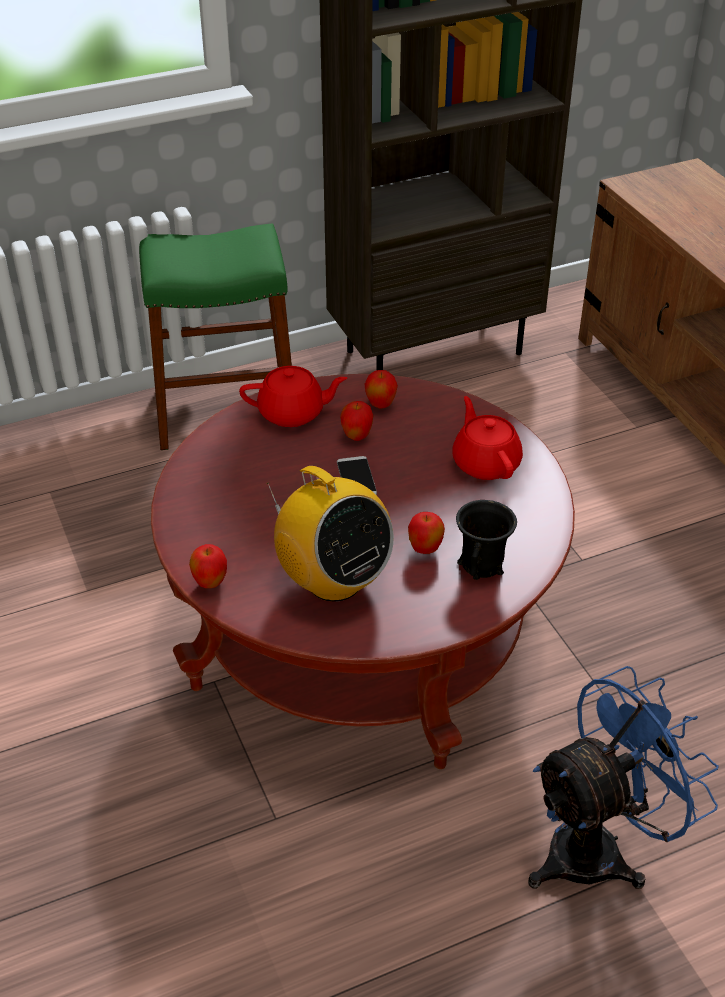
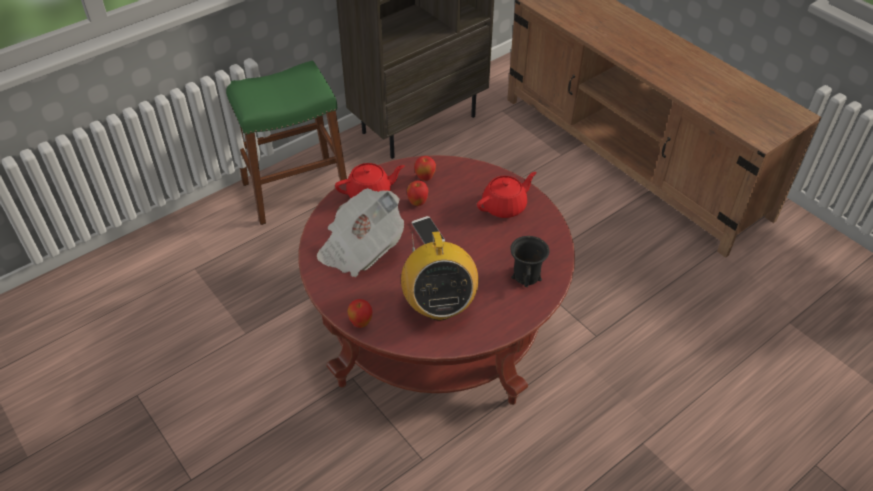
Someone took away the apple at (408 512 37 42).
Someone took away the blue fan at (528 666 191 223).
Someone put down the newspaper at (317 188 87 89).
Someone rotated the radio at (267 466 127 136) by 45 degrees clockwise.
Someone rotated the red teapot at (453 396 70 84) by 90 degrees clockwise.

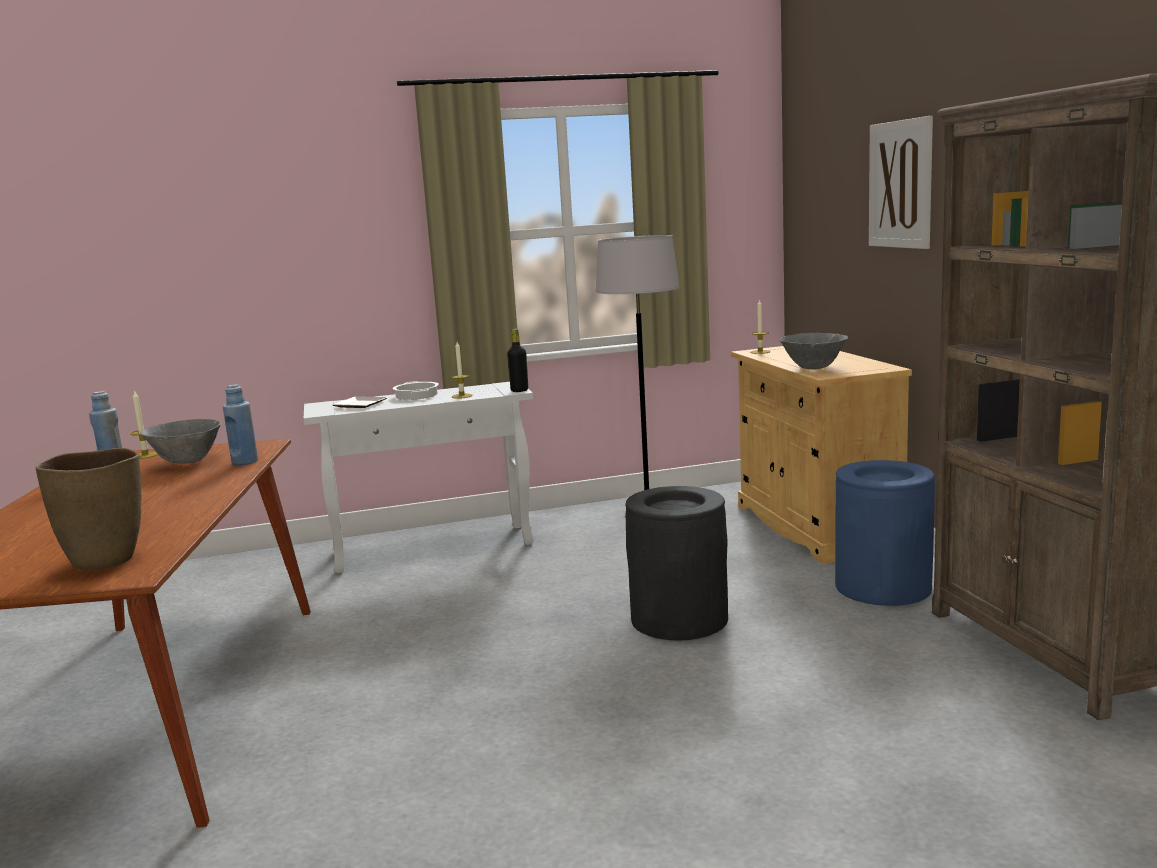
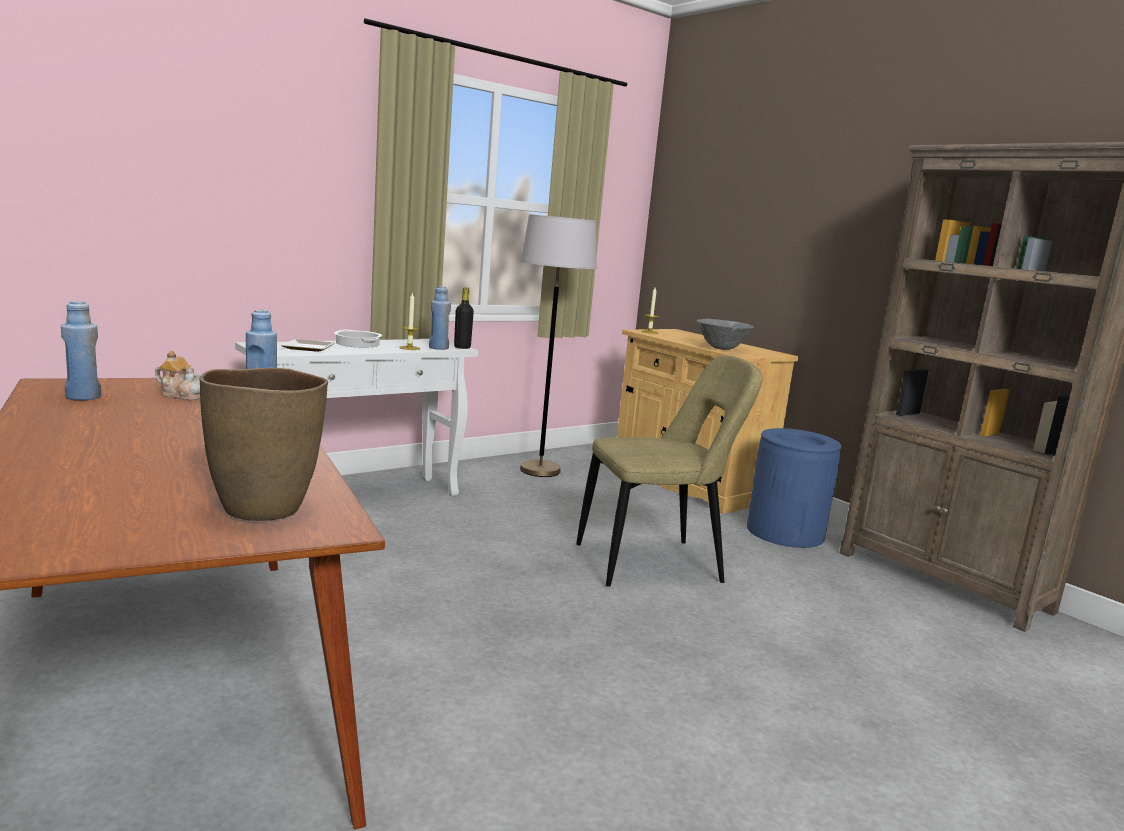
Someone took away the candle at (130 390 28 69).
Someone took away the picture at (869 116 64 133).
Someone put down the blue bottle at (429 286 22 64).
Someone swapped the grey bowl at (140 419 81 45) for the teapot at (155 350 47 50).
Someone swapped the black trash can at (625 486 103 154) for the beige chair at (576 355 187 232).

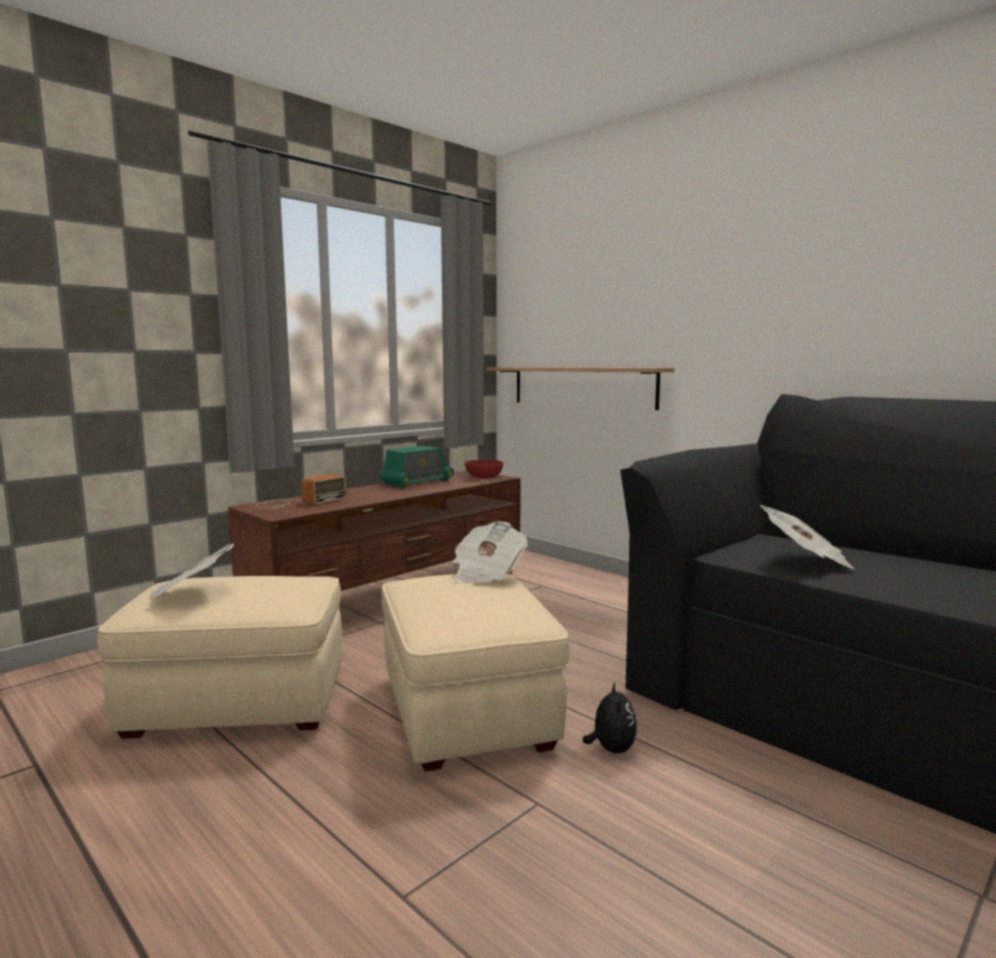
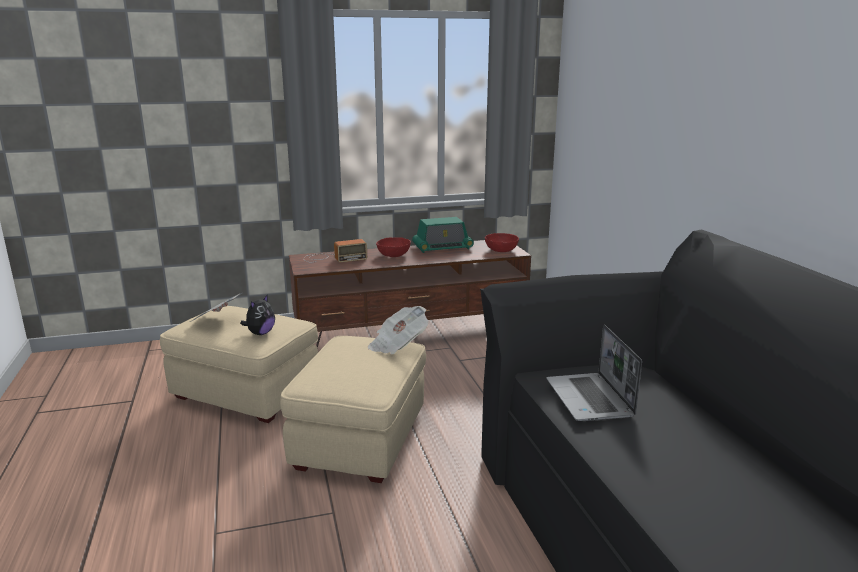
Someone took away the shelf at (486 367 188 43).
Someone put down the red bowl at (376 237 35 20).
Someone carried the plush toy from (583 682 54 71) to (240 294 35 41).
Someone swapped the newspaper at (760 505 94 64) for the laptop at (546 325 96 96).

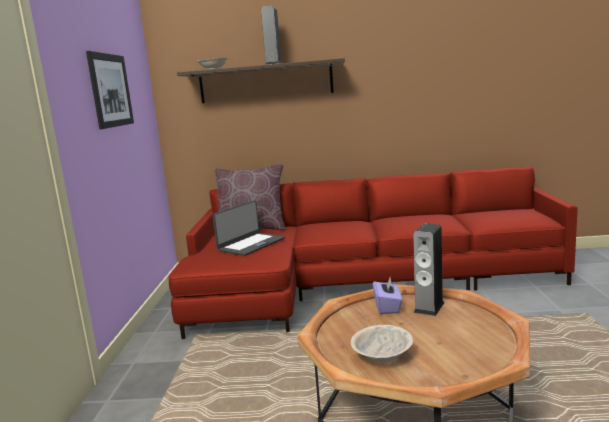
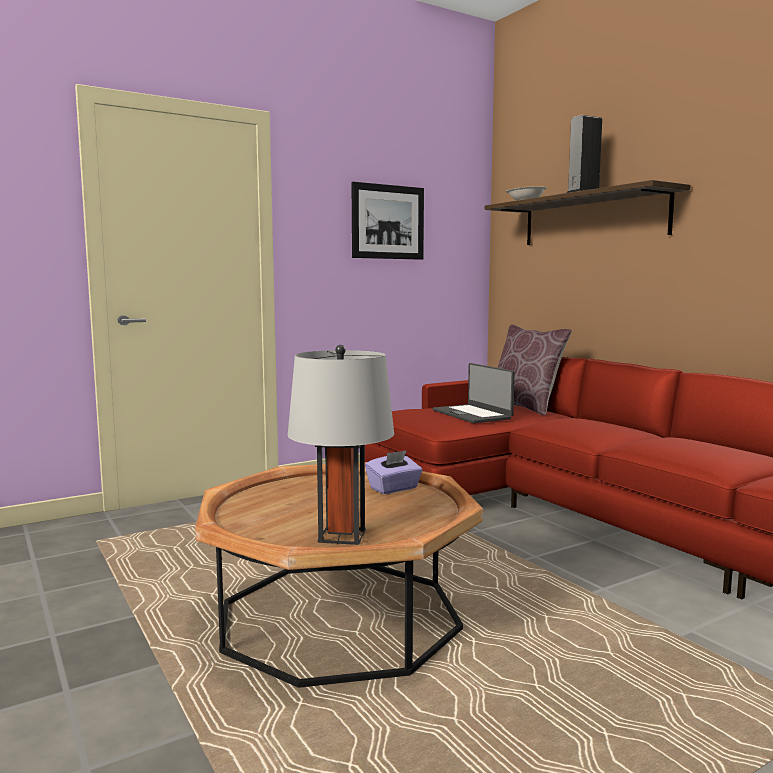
Someone took away the beige bowl at (351 325 62 38).
Someone took away the speaker at (413 223 31 93).
Someone put down the grey table lamp at (287 345 107 200).
Someone rotated the laptop at (213 200 72 56) by 60 degrees clockwise.

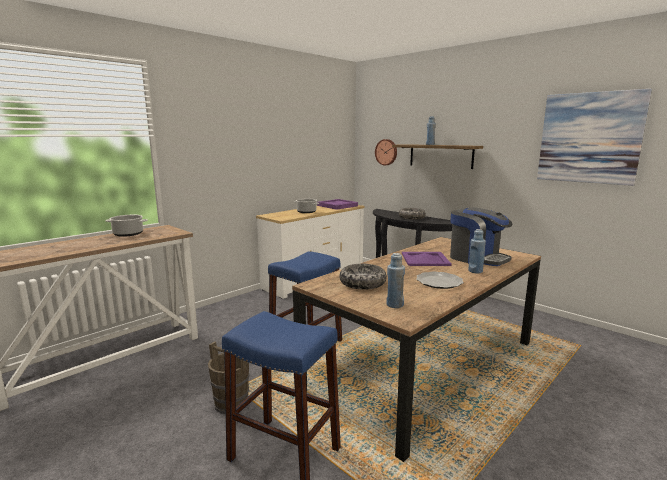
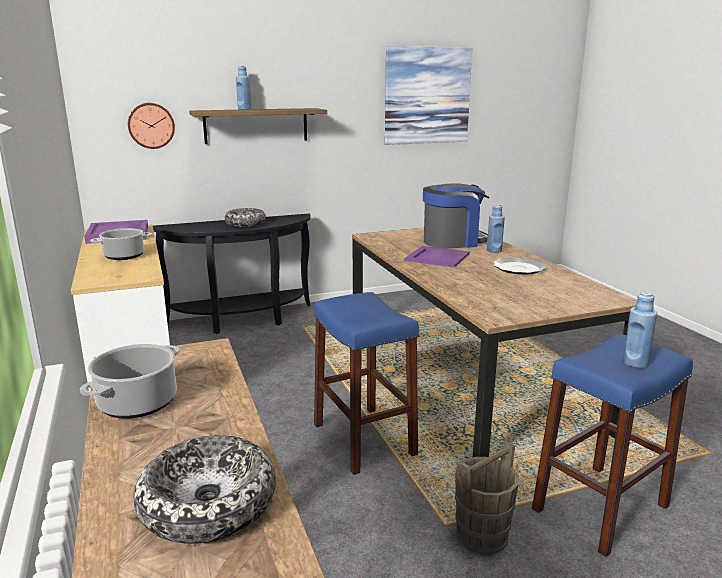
Someone carried the bowl from (339 264 48 26) to (134 435 142 109).
Someone carried the blue bottle from (386 253 19 55) to (623 292 34 76).

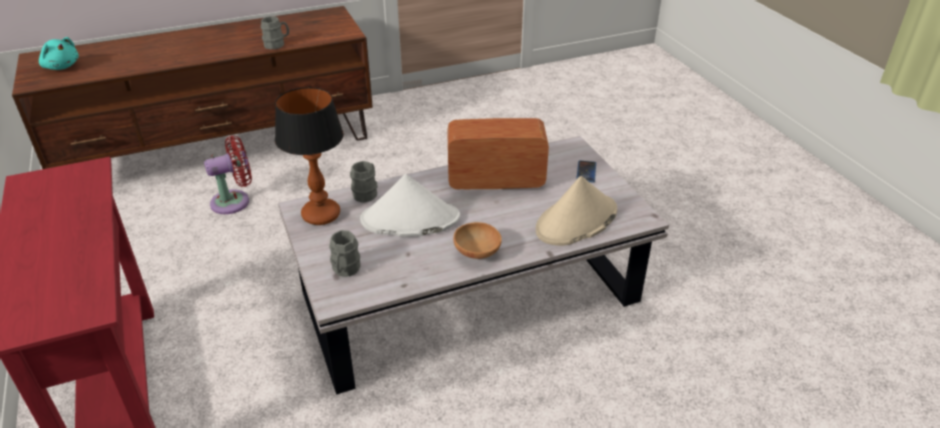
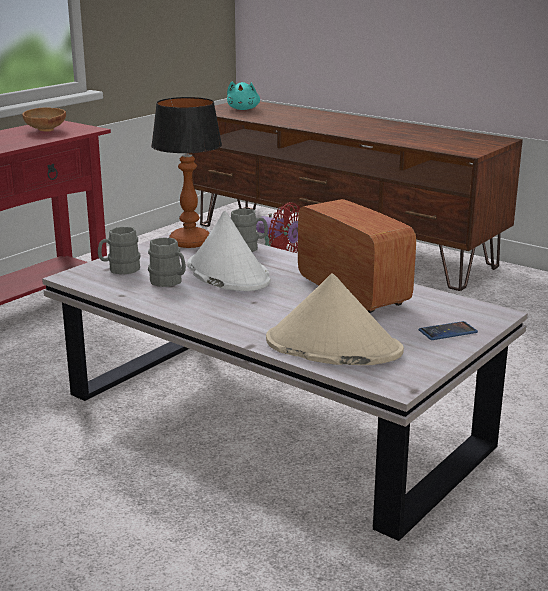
Someone carried the grey mug from (261 16 28 34) to (148 237 38 50).
Someone carried the brown bowl from (453 222 49 37) to (22 107 44 25).

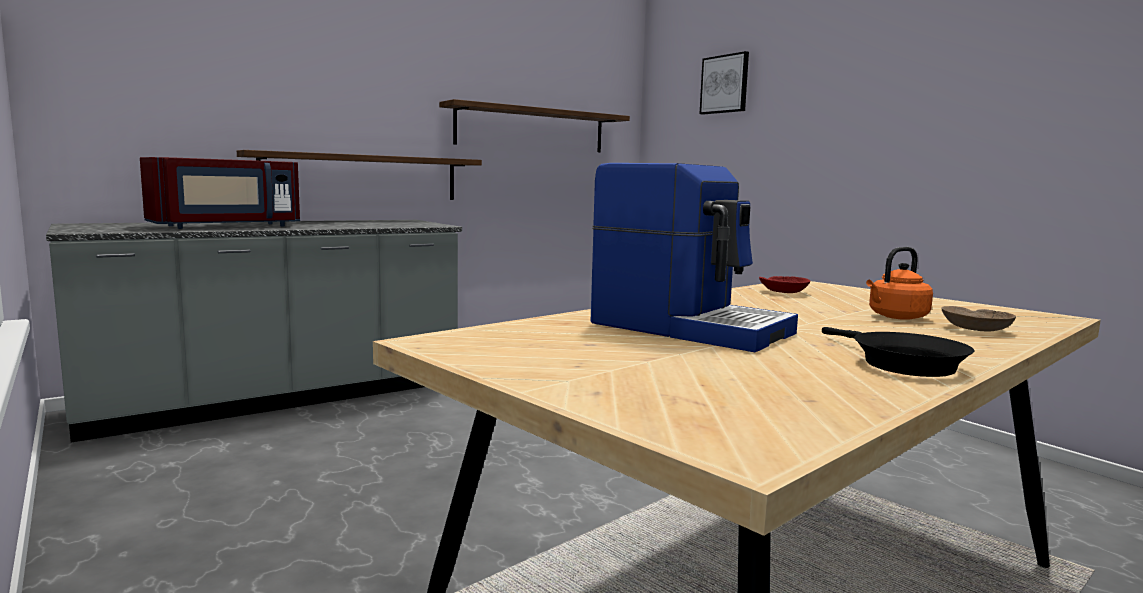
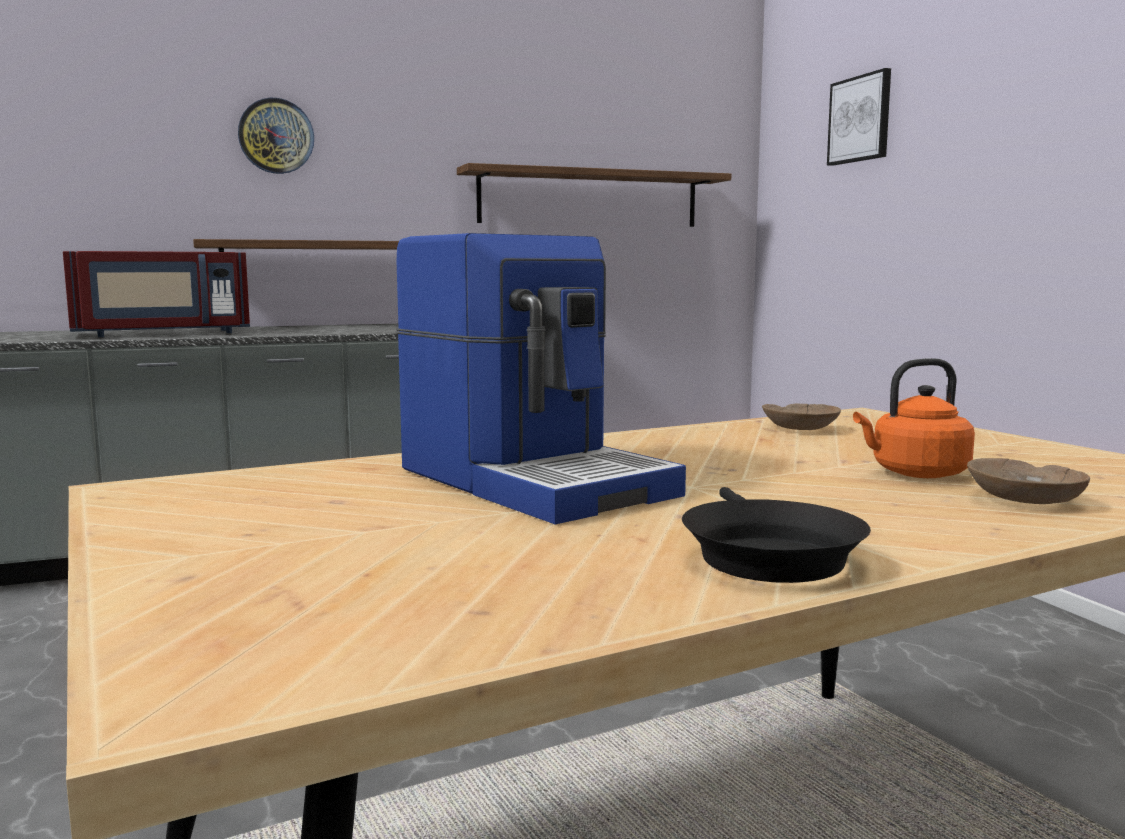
Someone put up the wall clock at (238 98 76 76).
Someone repainted the red bowl at (759 276 52 17), which became the beige bowl at (762 404 79 26).

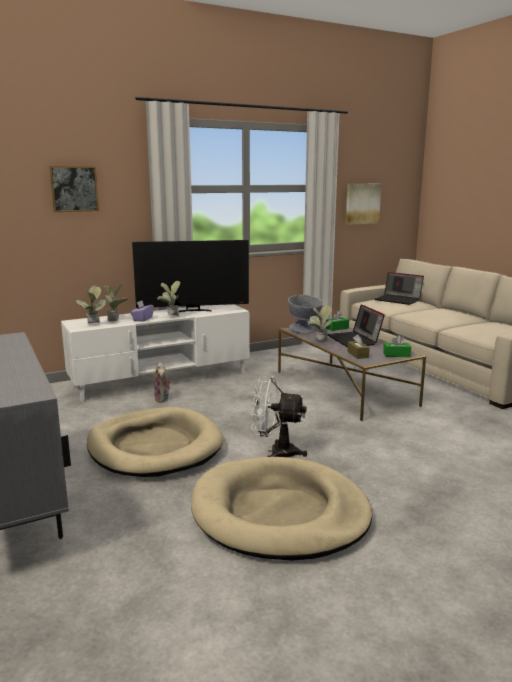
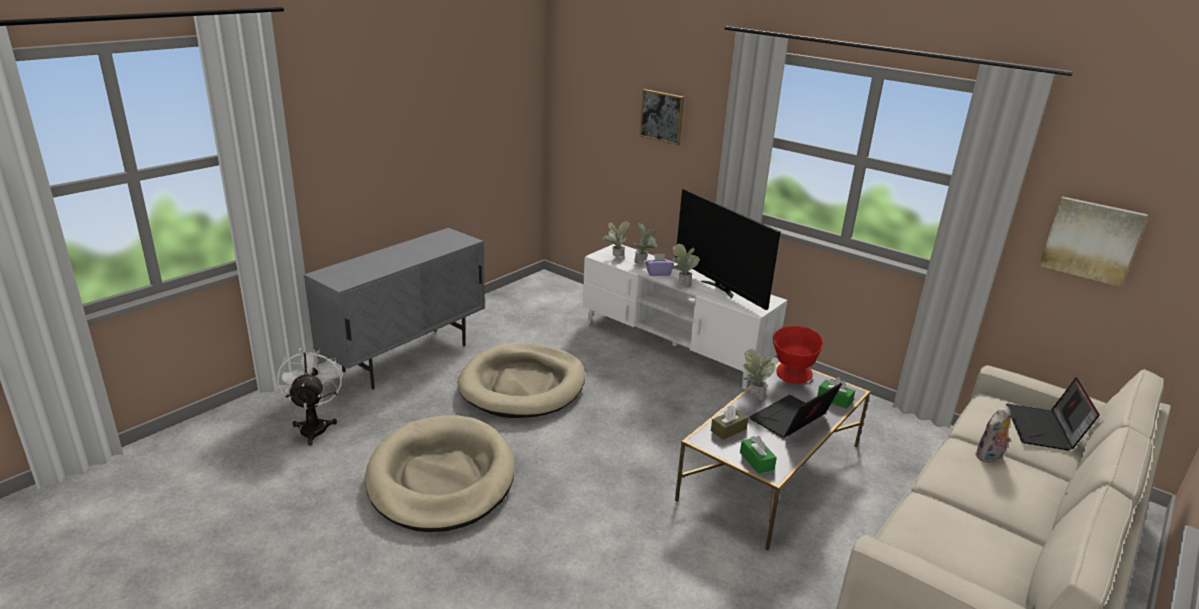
Someone carried the plush toy from (154 362 17 41) to (975 406 36 57).
Someone carried the white fan from (250 376 57 81) to (277 348 66 98).
Someone repainted the grey bowl at (288 295 35 38), which became the red bowl at (773 326 50 58).

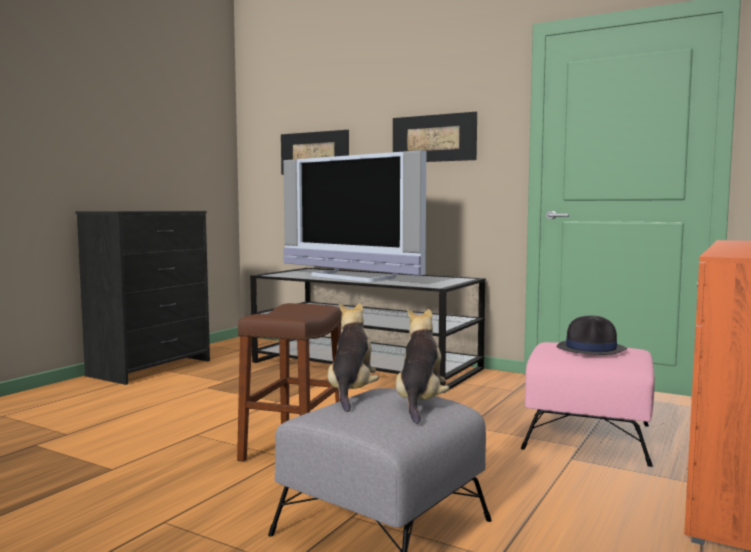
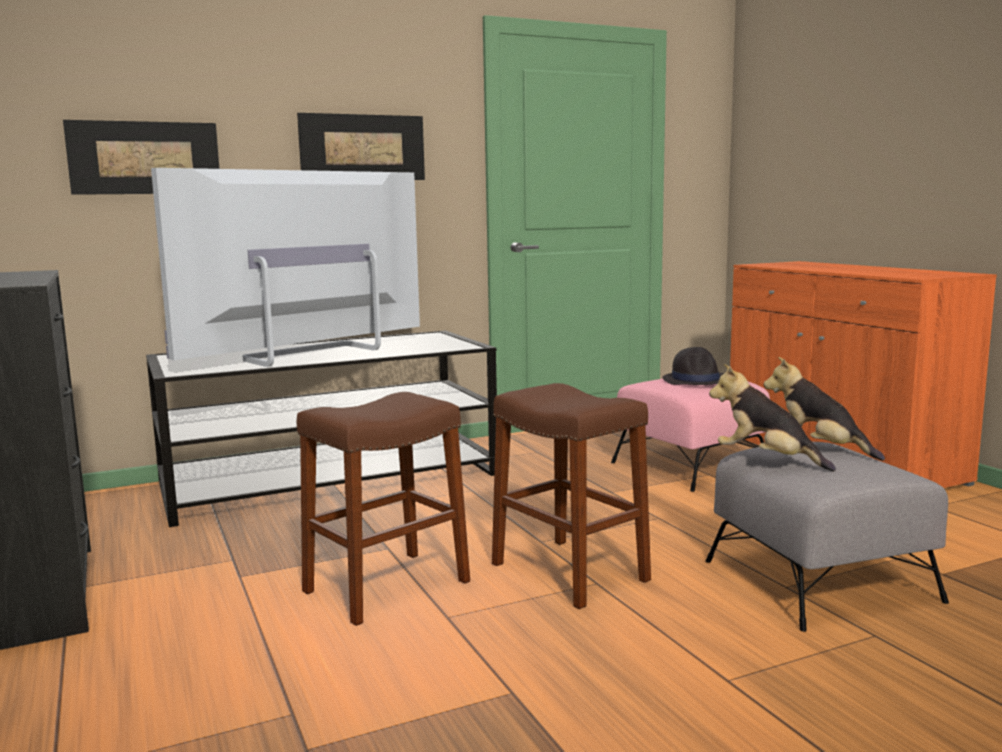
Someone put down the brown stool at (297 392 173 234).
Someone rotated the television at (283 150 143 132) by 150 degrees clockwise.

